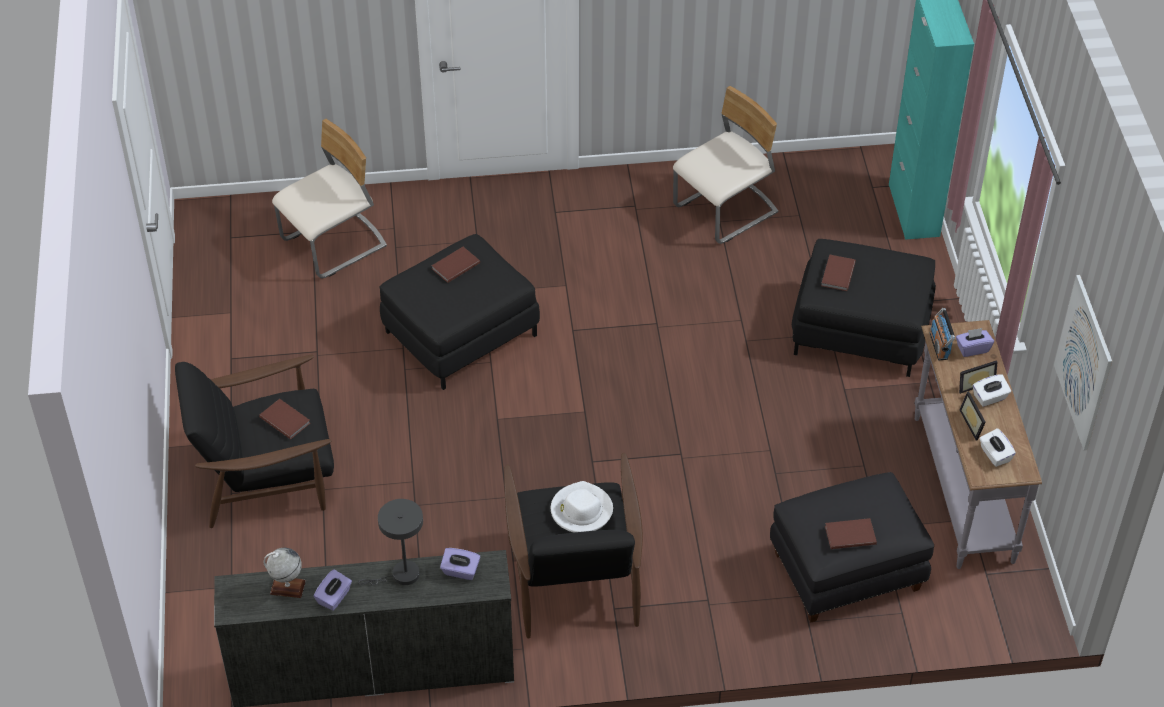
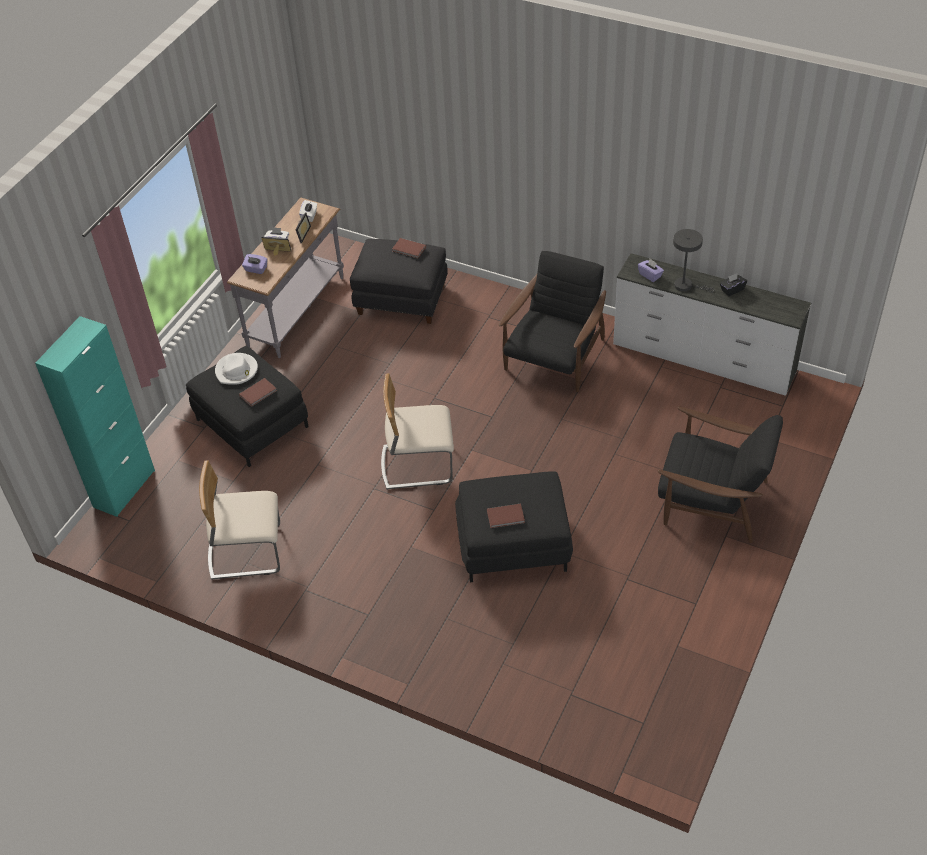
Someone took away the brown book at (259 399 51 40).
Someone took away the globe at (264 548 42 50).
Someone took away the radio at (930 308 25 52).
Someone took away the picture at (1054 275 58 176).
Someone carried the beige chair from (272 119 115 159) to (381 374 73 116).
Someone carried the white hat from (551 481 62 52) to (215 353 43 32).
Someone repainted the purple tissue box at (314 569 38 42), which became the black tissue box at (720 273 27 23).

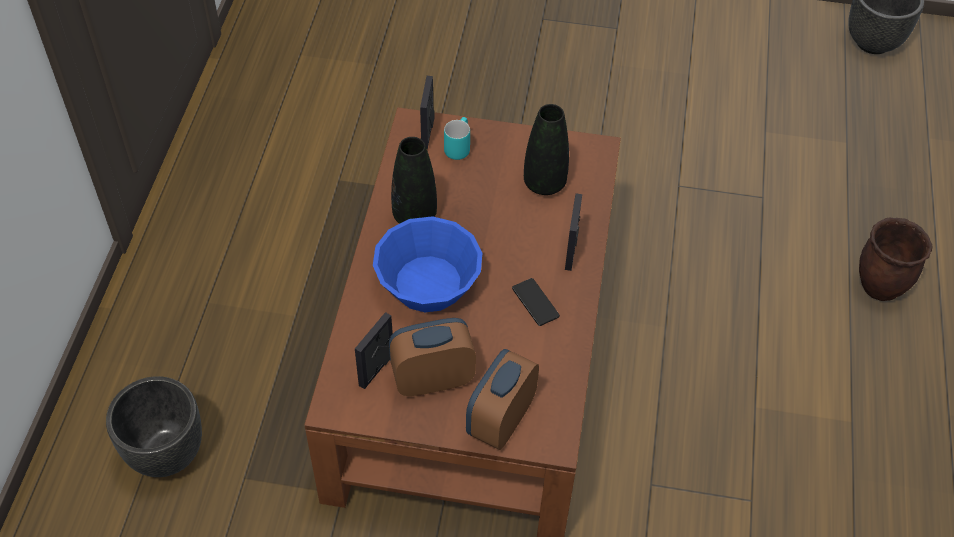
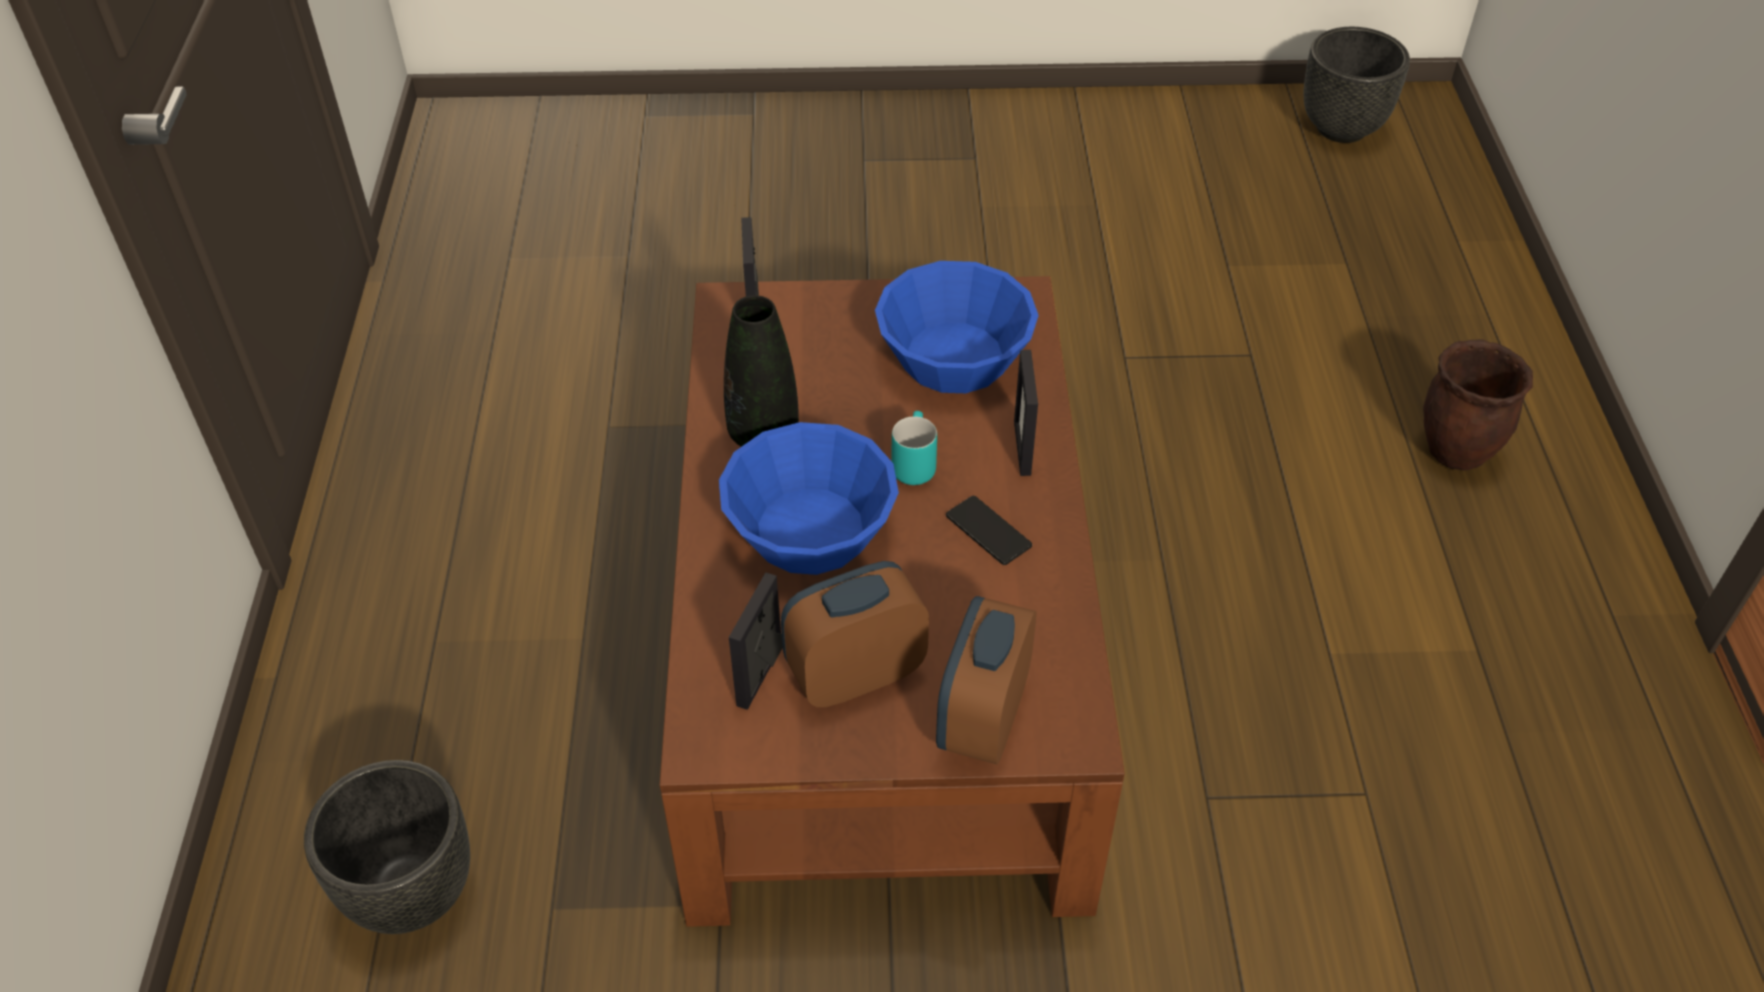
Someone carried the turquoise mug from (444 117 26 43) to (892 411 45 74).
Someone swapped the black vase at (524 104 45 91) for the blue bowl at (875 261 164 132).

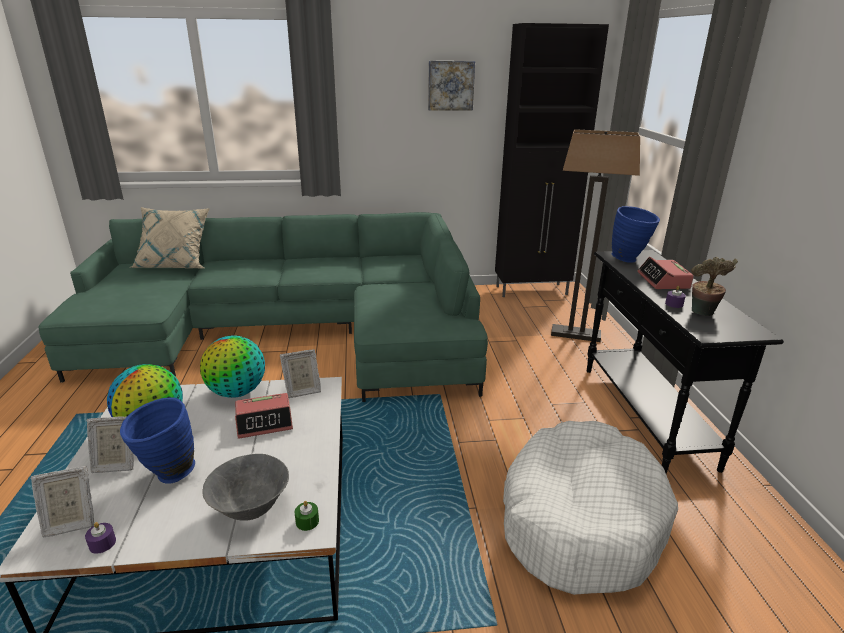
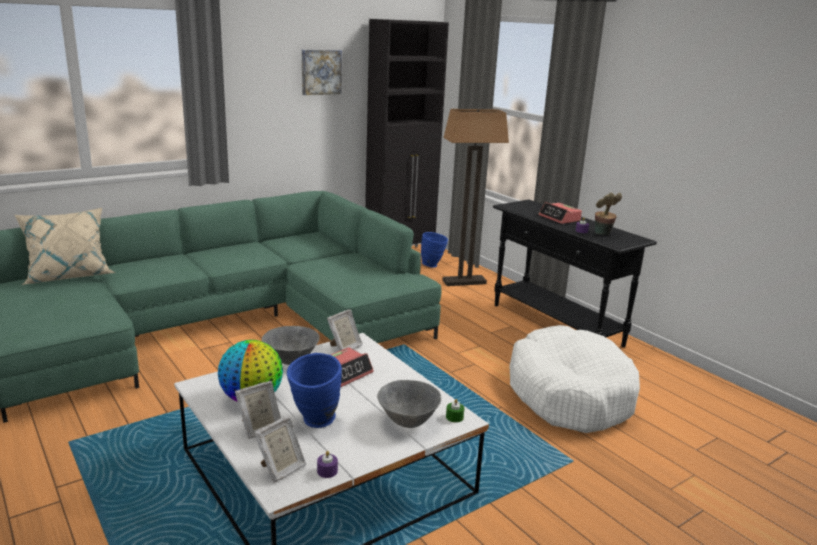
Someone carried the blue vase from (612 206 48 57) to (421 232 27 36).
Someone swapped the globe at (200 335 65 63) for the grey bowl at (262 326 58 39).

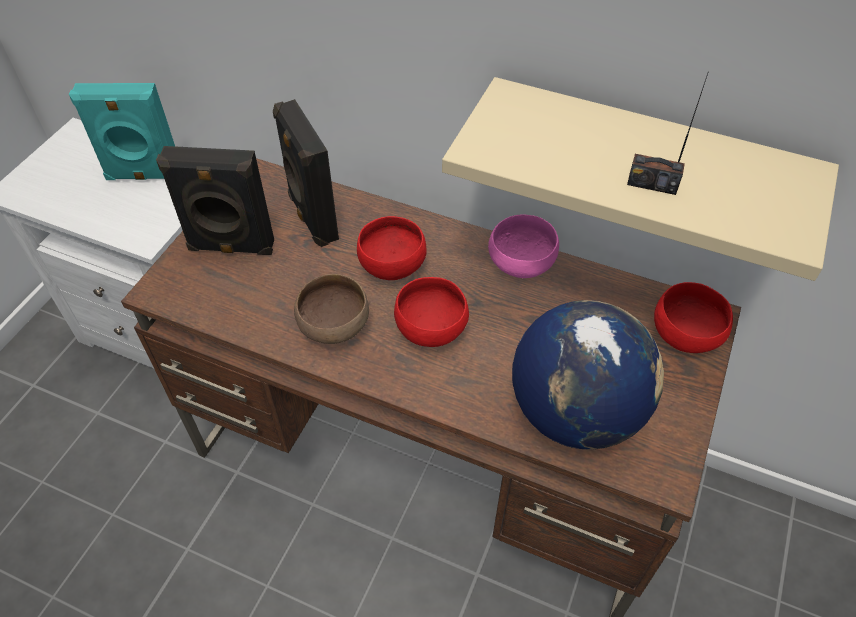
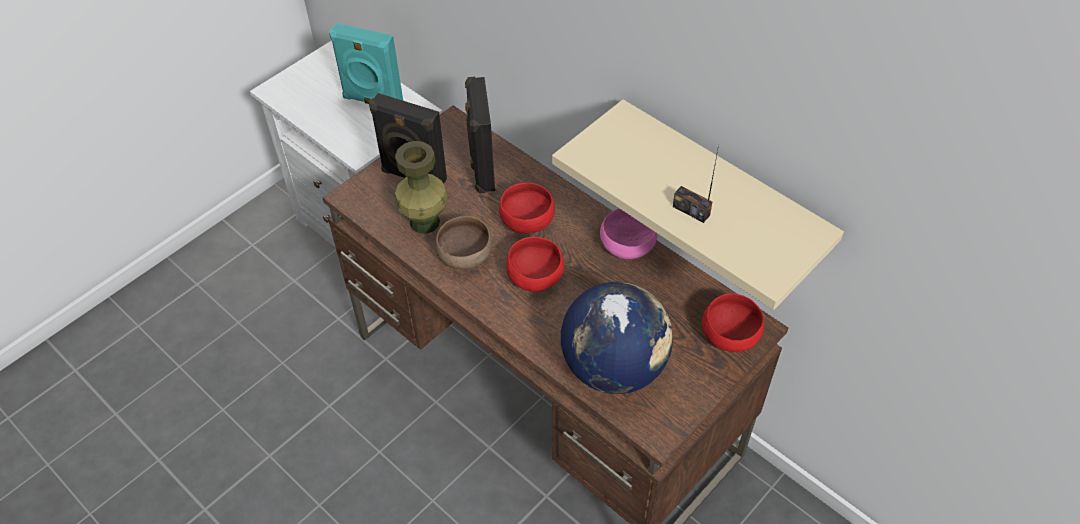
Someone put down the green vase at (395 141 53 93).

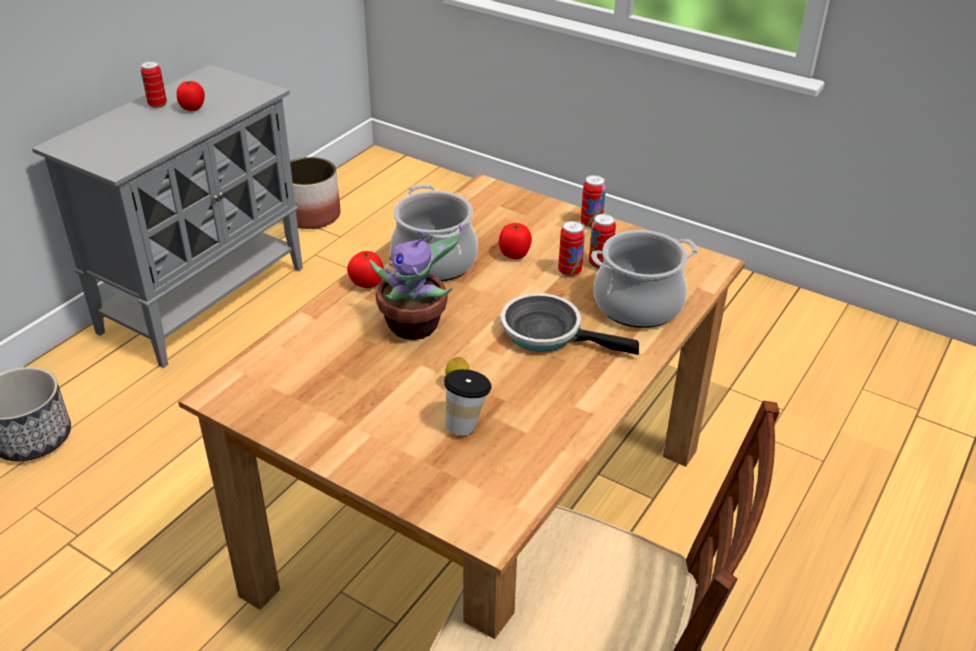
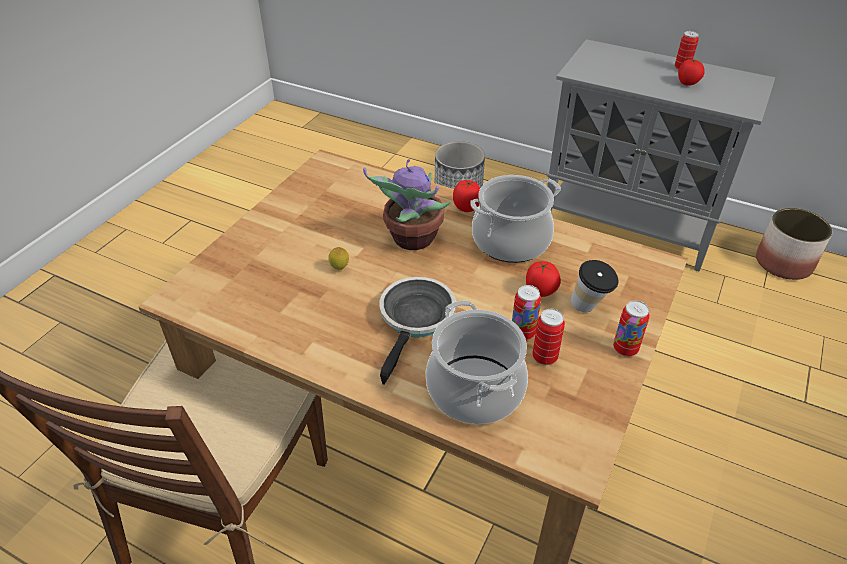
Someone carried the cup from (444 369 48 66) to (571 260 48 52).

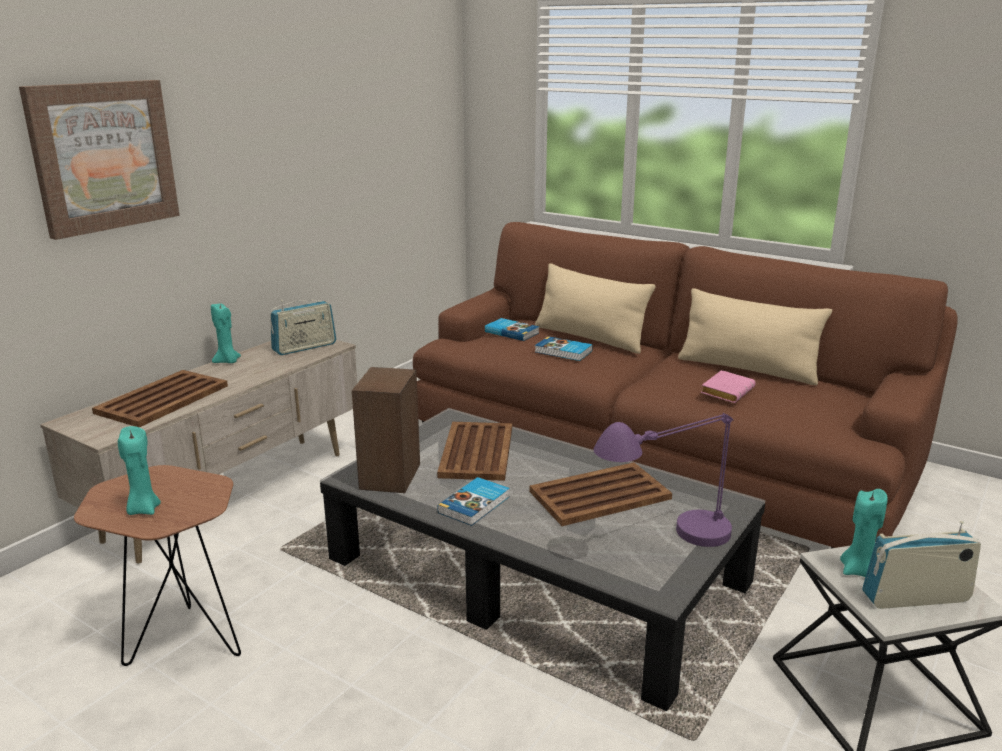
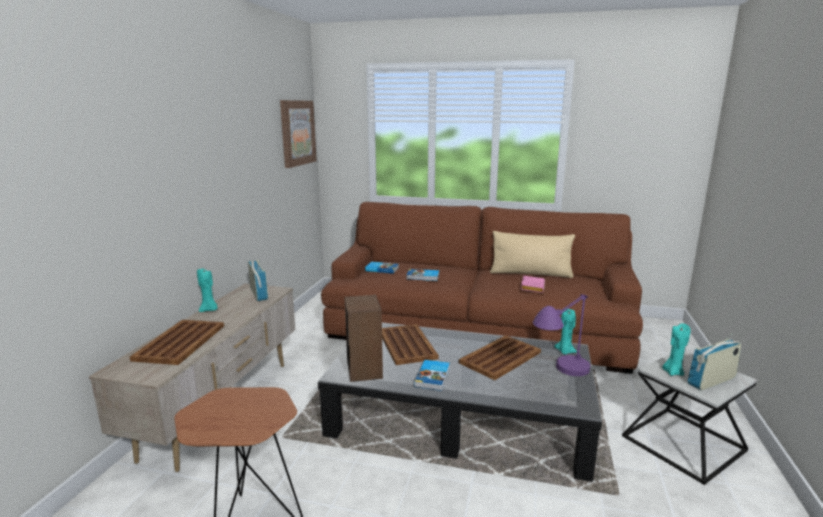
Someone took away the beige pillow at (535 263 120 91).
Someone carried the picture from (19 80 161 160) to (280 100 37 68).
Someone carried the turquoise candle from (118 426 43 89) to (554 308 23 47).
Someone rotated the radio at (270 300 66 55) by 60 degrees counterclockwise.

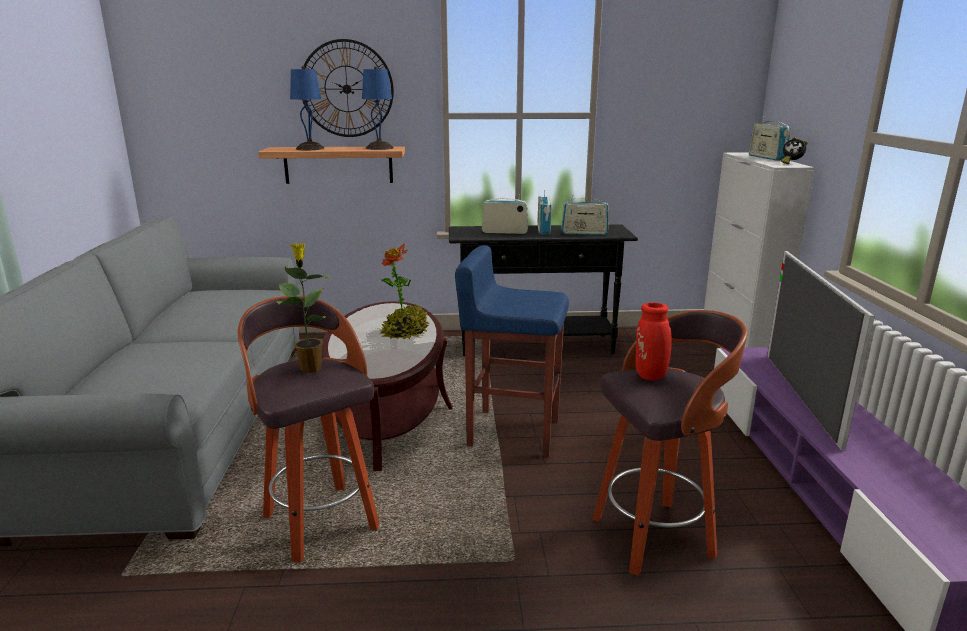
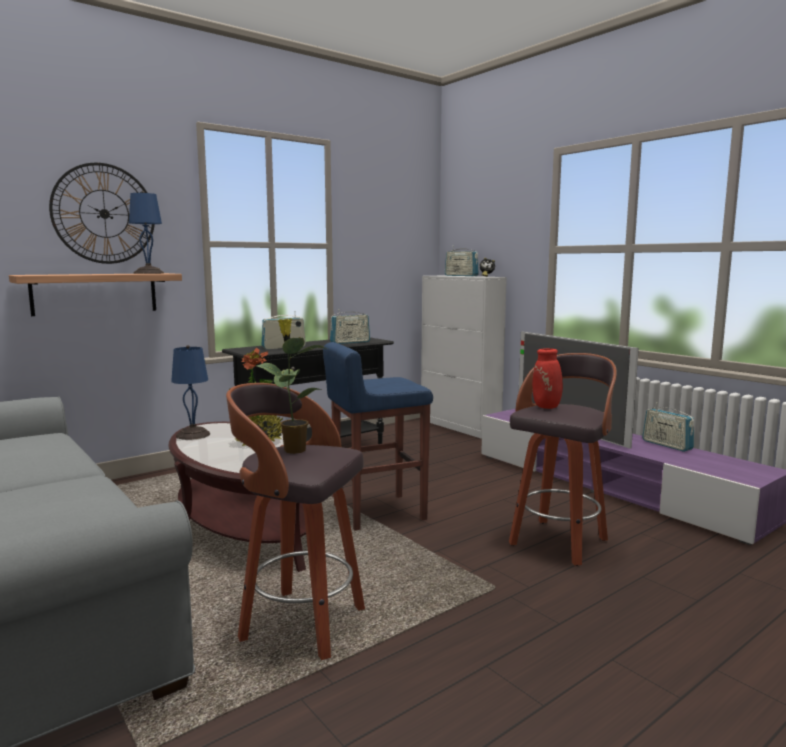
Someone carried the blue table lamp from (290 66 35 84) to (171 345 39 95).
Someone carried the radio from (537 190 15 45) to (642 402 52 50).

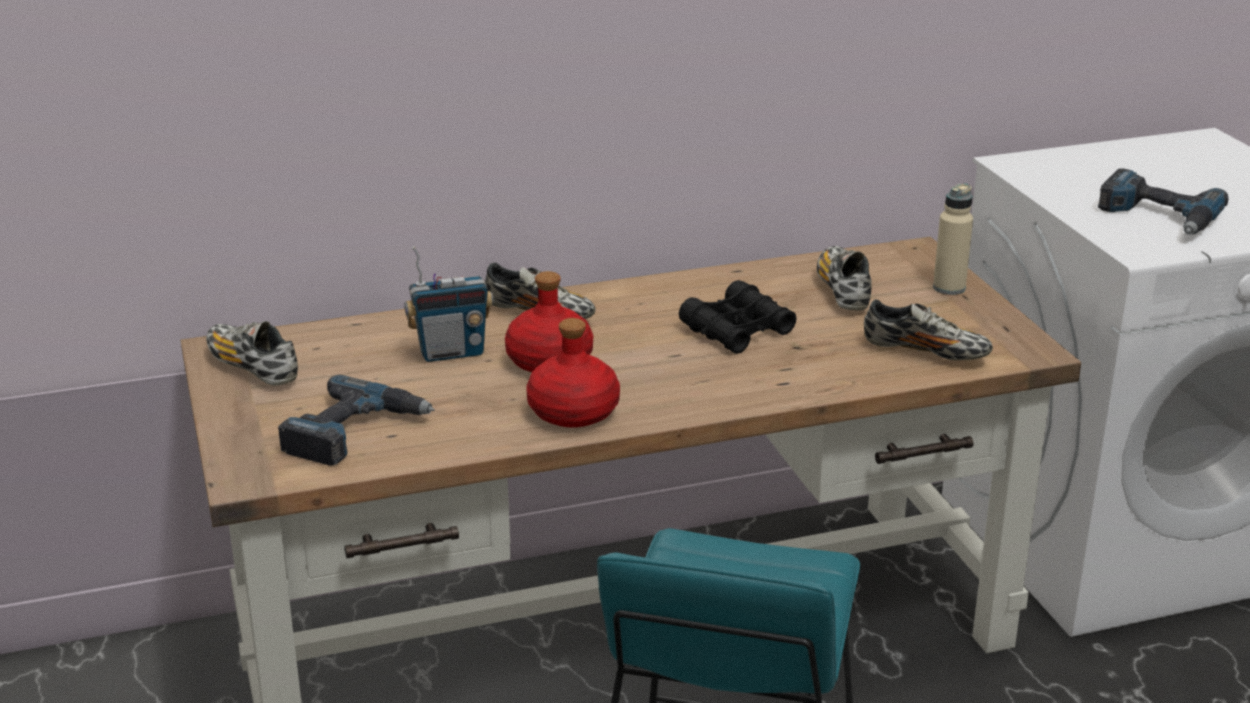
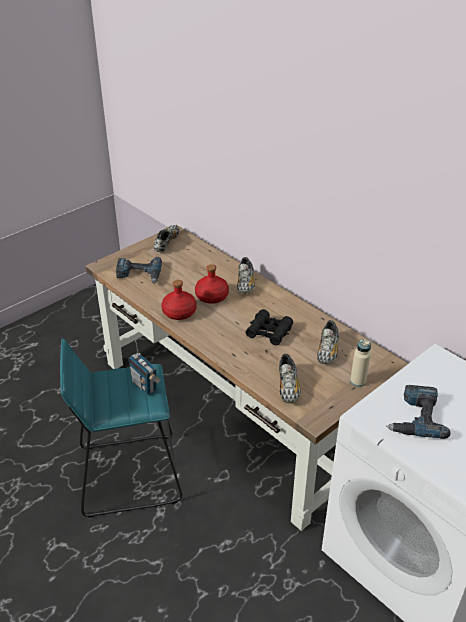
Someone carried the radio from (404 246 90 116) to (128 340 33 55).
Someone rotated the shoe at (817 246 55 64) by 135 degrees clockwise.

